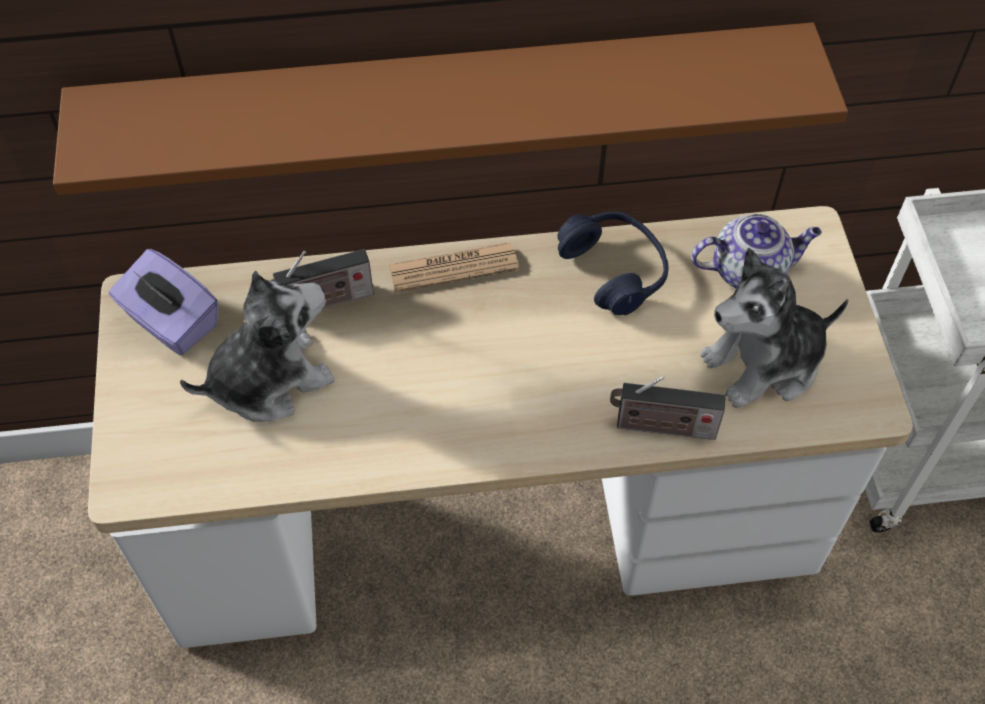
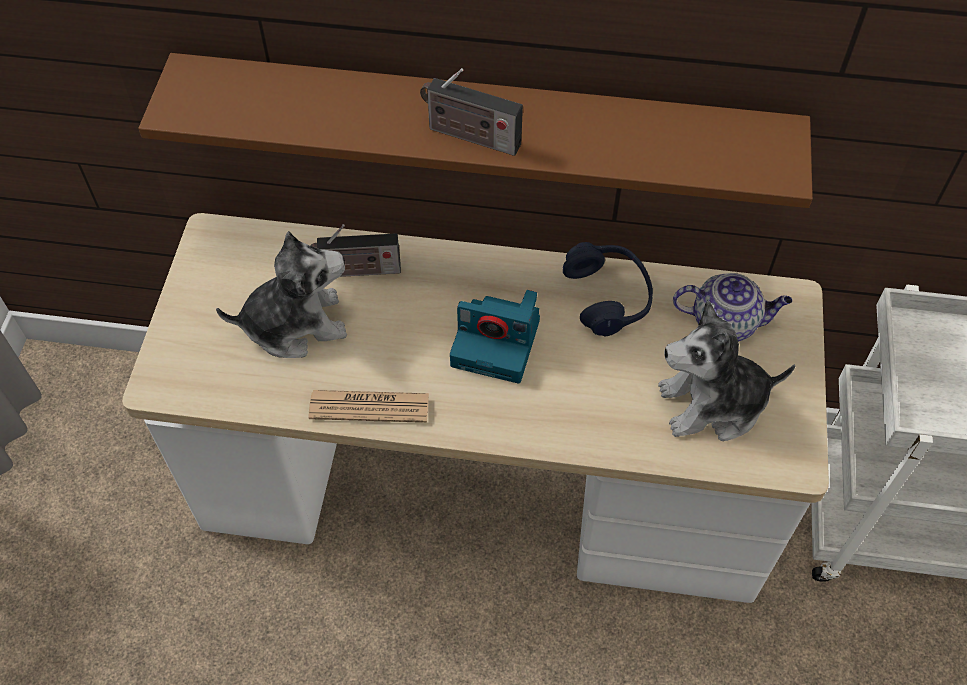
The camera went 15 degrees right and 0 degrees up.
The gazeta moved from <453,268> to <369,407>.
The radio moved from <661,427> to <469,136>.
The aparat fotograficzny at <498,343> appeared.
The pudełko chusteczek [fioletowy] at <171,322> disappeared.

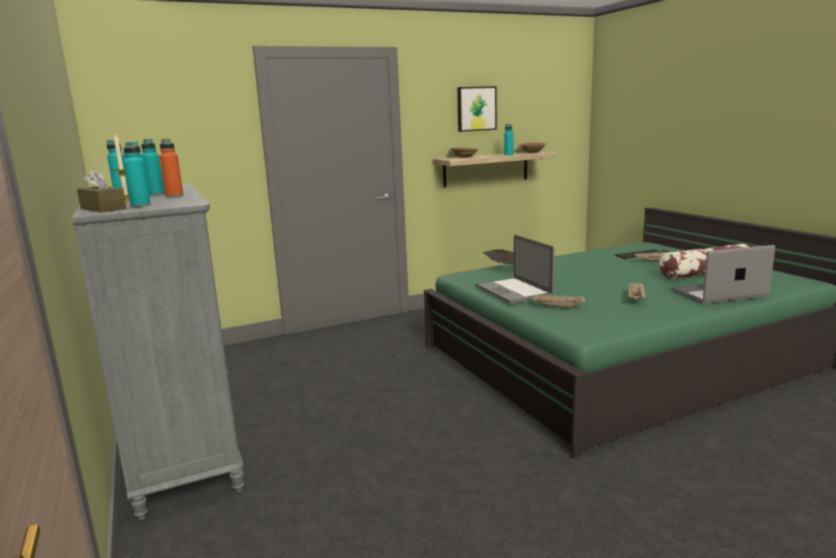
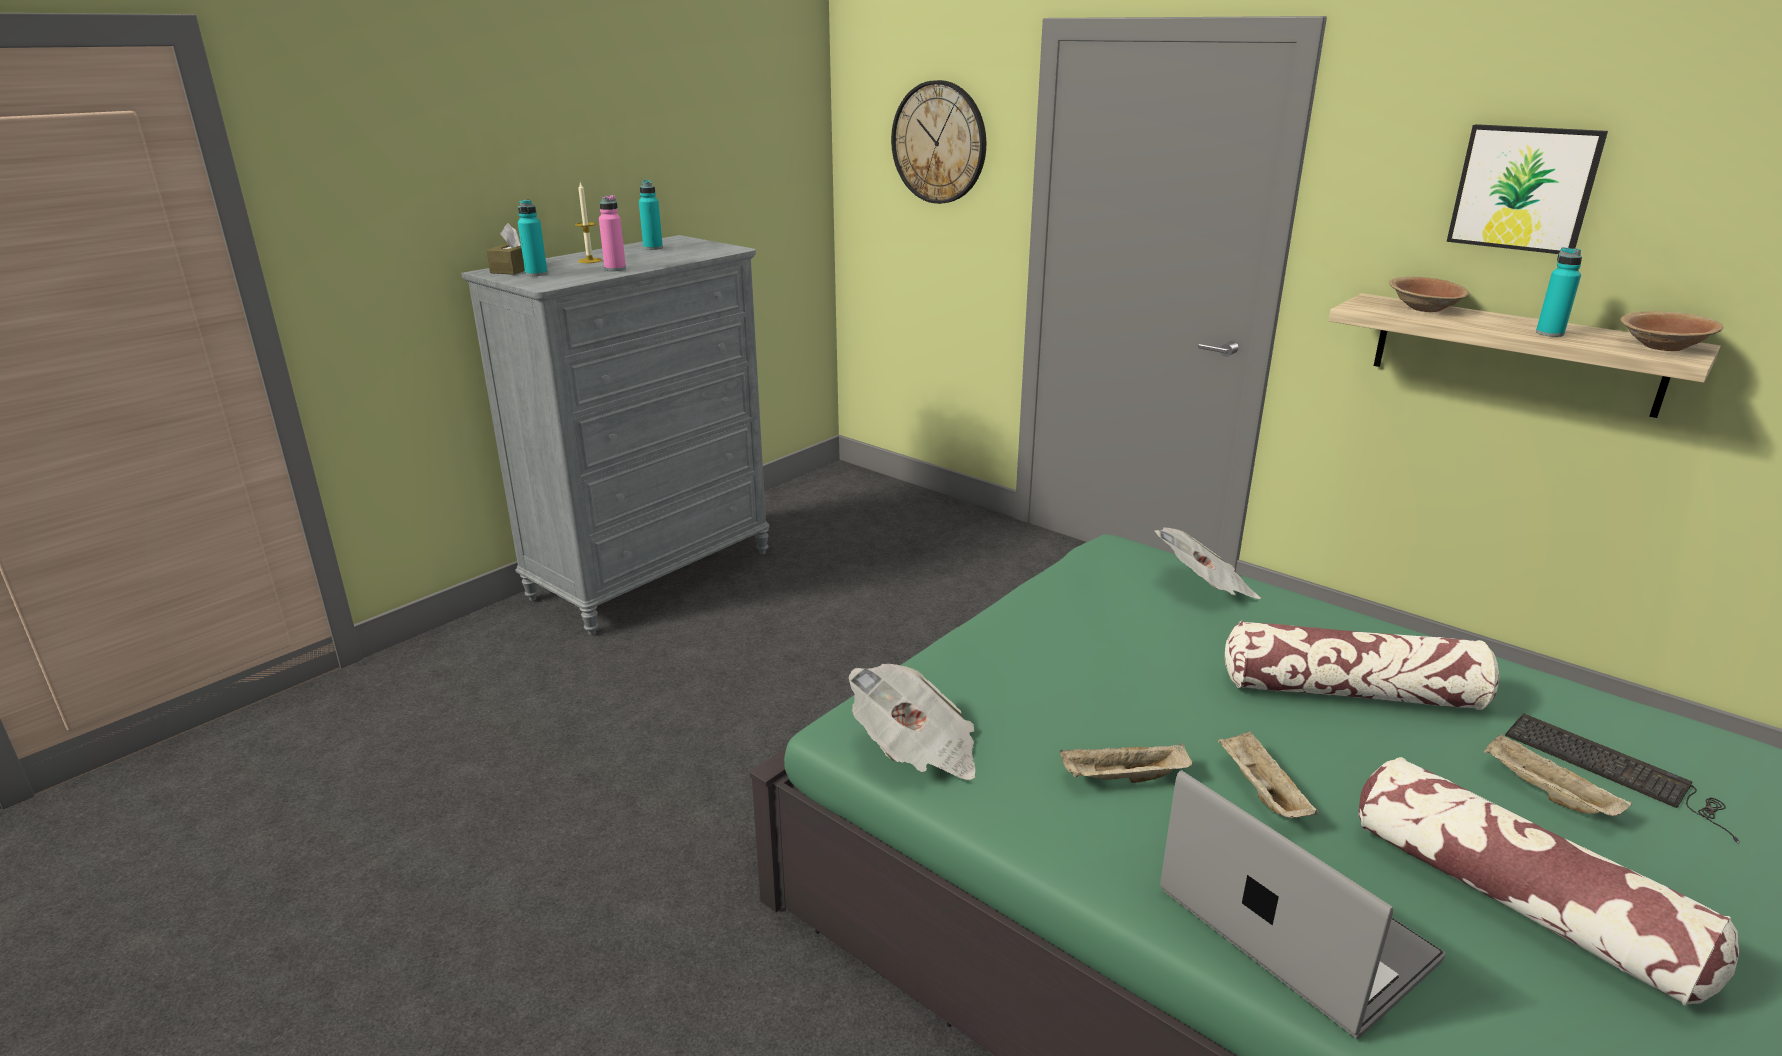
The camera went 65 degrees right and 10 degrees up.
The butelka [pomarańczowy] at <174,196> became the butelka [różowy] at <615,269>.
The gazeta at <916,751> appeared.
The zegar ścienny at <939,142> appeared.
The taca [beżowy] moved from <558,307> to <1260,791>.
The poduszka at <1352,692> appeared.
The butelka [turkusowy] at <156,194> disappeared.
The laptop at <513,291> disappeared.

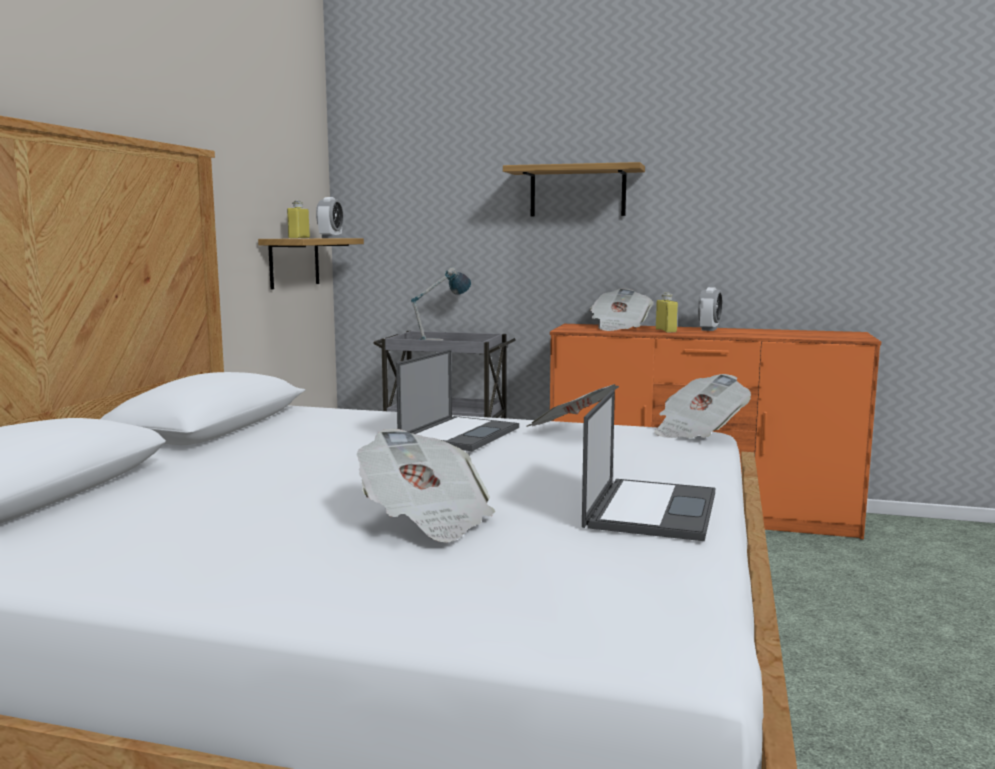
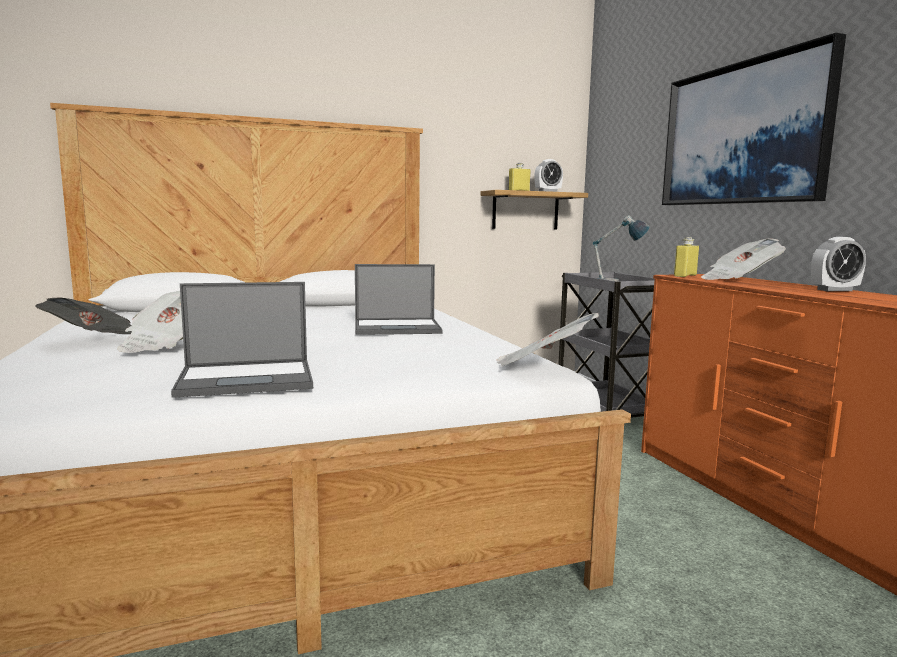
The camera went 55 degrees right and 0 degrees up.
The gazeta moved from <571,431> to <95,341>.
The półka at <577,191> was replaced by the obraz at <742,134>.
The butelka [żółty] moved from <666,330> to <685,276>.

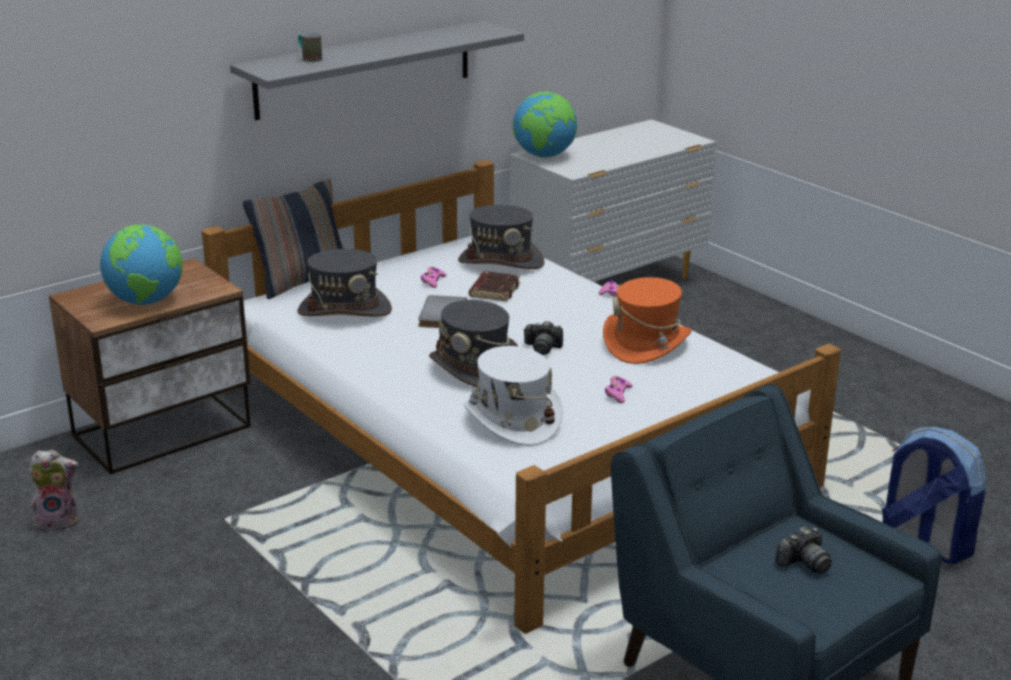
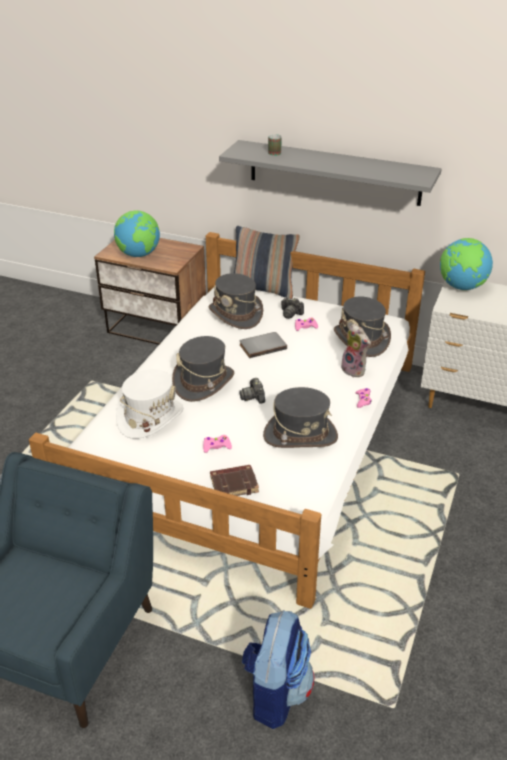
The camera went 60 degrees right and 10 degrees up.
The książka [brązowy] moved from <494,290> to <234,484>.
The kapelusz [pomarańczowy] at <646,343> became the kapelusz [szary] at <300,436>.
The aparat fotograficzny moved from <804,563> to <291,313>.
The pluszak moved from <59,521> to <355,370>.

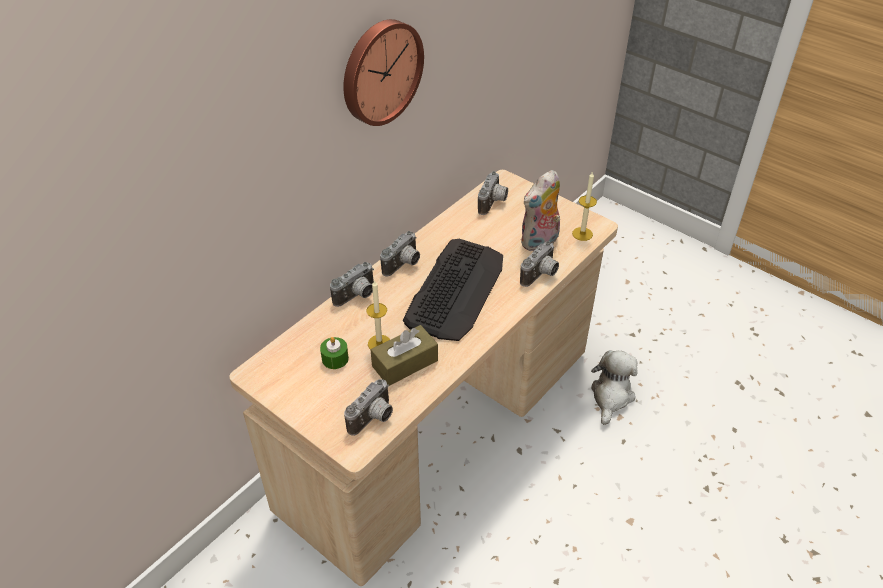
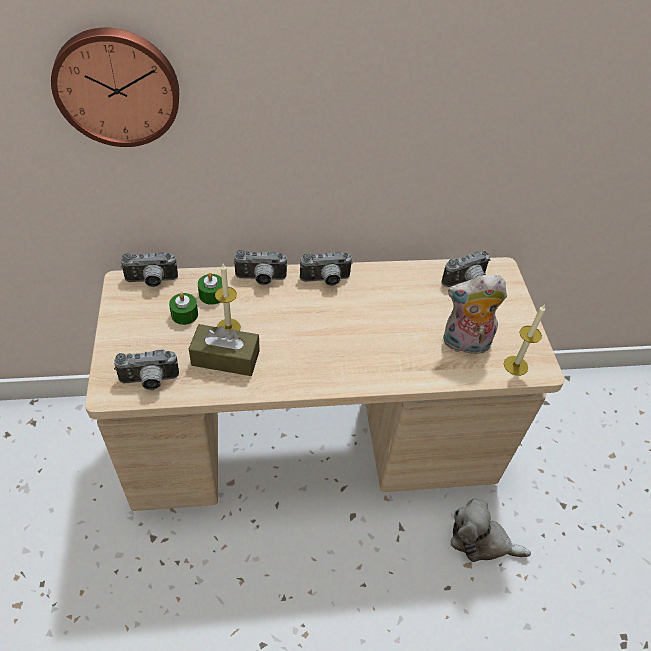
The camera went 40 degrees right and 5 degrees up.
The zegar ścienny moved from <380,71> to <117,86>.
The aparat fotograficzny moved from <541,275> to <151,282>.
The świeca [zielony] at <212,295> appeared.
The pluszak at <611,396> turned 135 degrees counterclockwise.
The klawiatura at <456,289> disappeared.

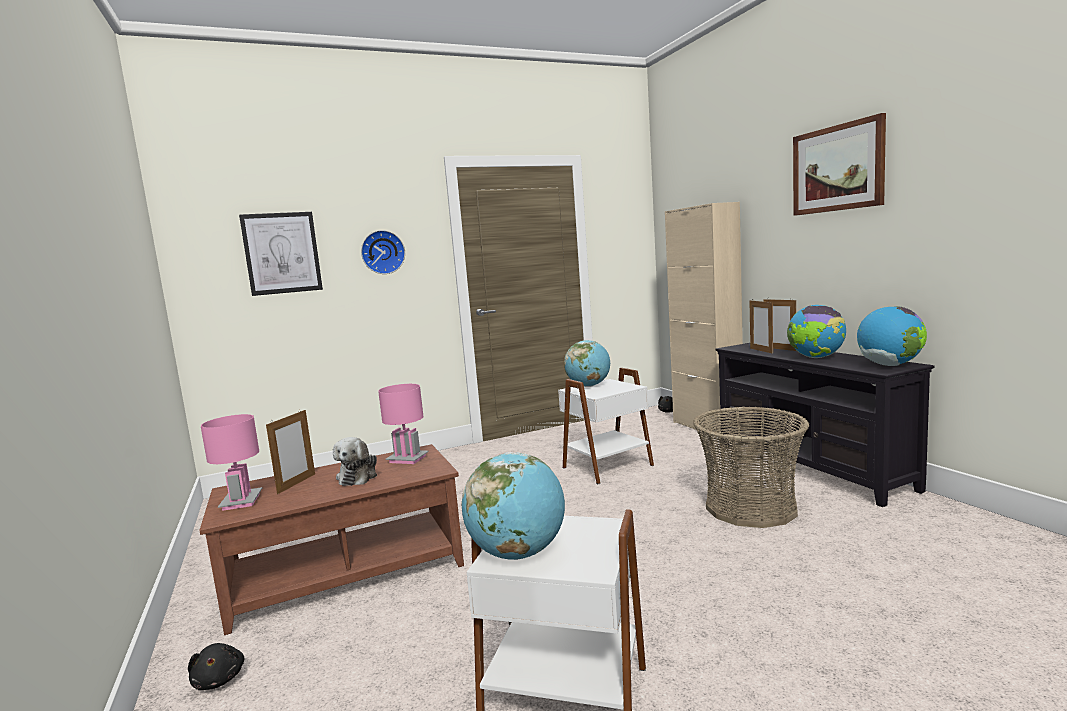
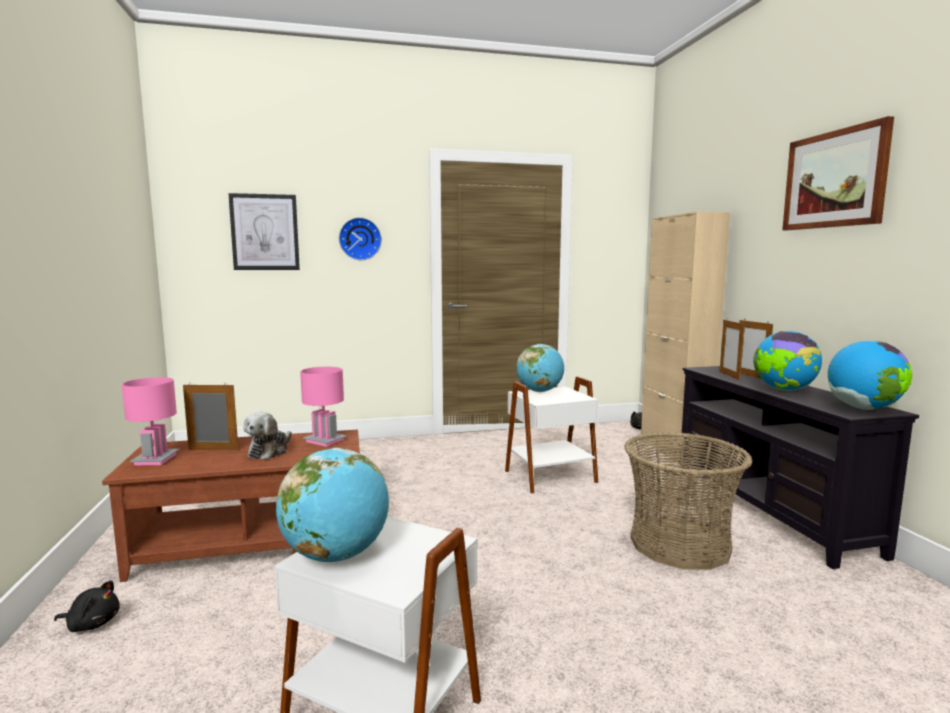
The camera went 10 degrees right and 0 degrees up.
The pluszak [czarny] at <219,679> turned 75 degrees counterclockwise.
The ramka na zdjęcie at <296,483> turned 120 degrees counterclockwise.

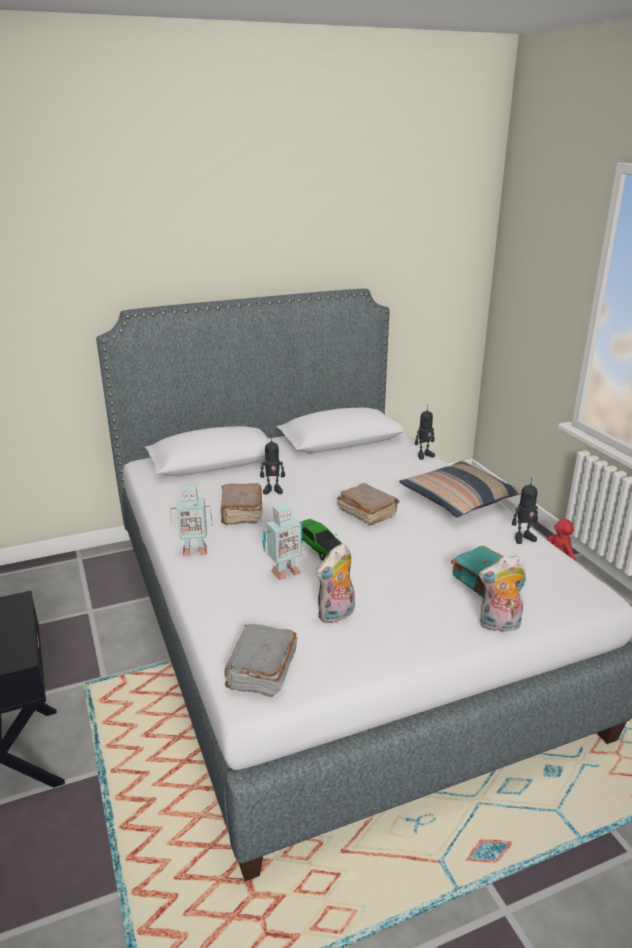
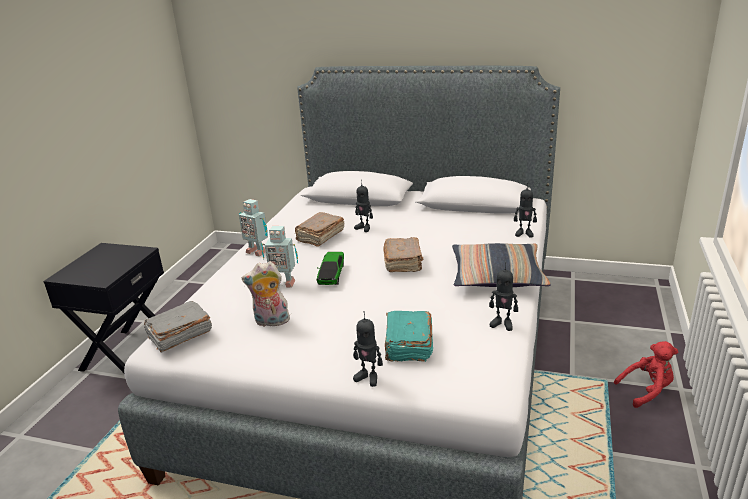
The camera went 40 degrees right and 0 degrees up.
The pluszak at <499,625> was replaced by the robot zabawkowy at <368,377>.

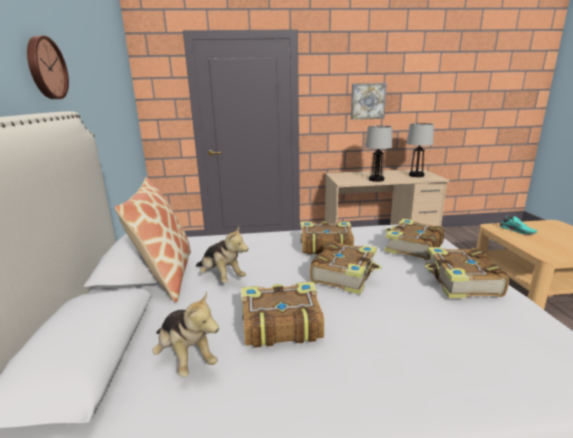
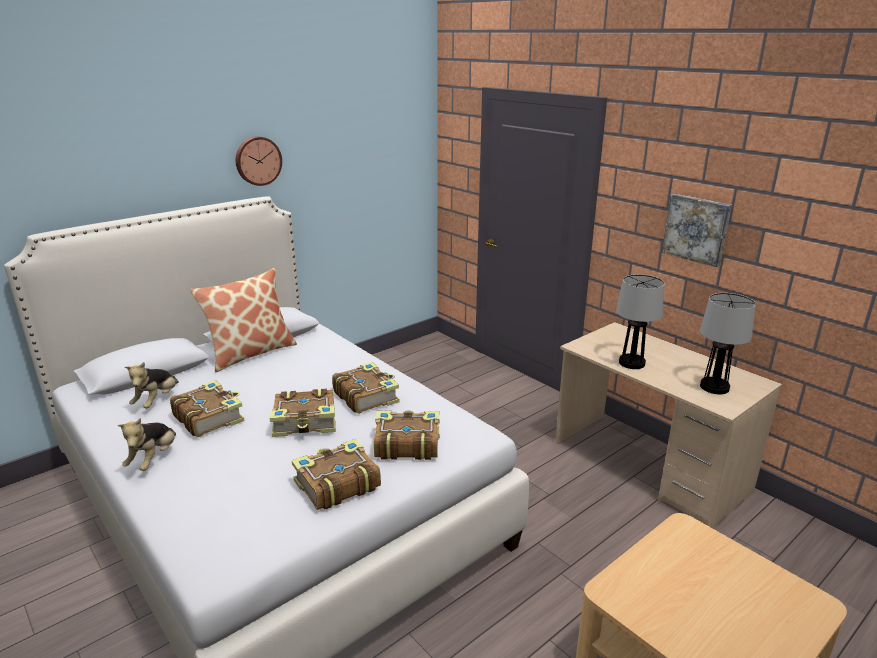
The camera went 55 degrees right and 5 degrees up.
The pluszak moved from <221,277> to <153,459>.
The but [turkusowy] at <517,231> disappeared.

